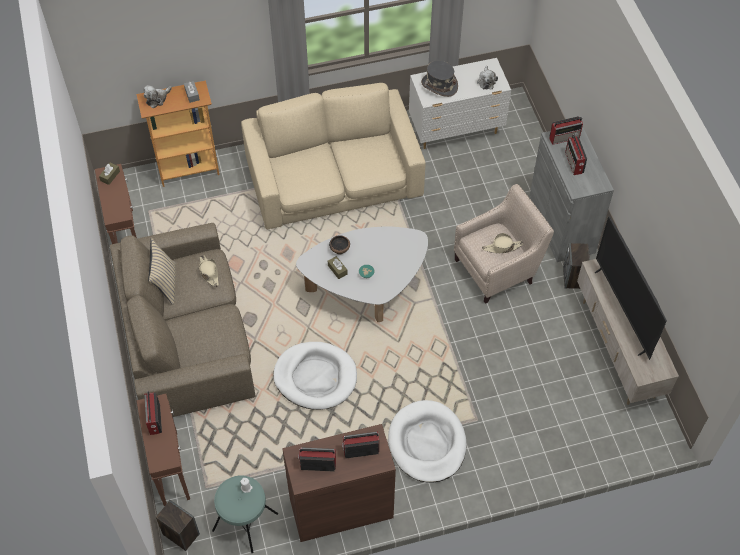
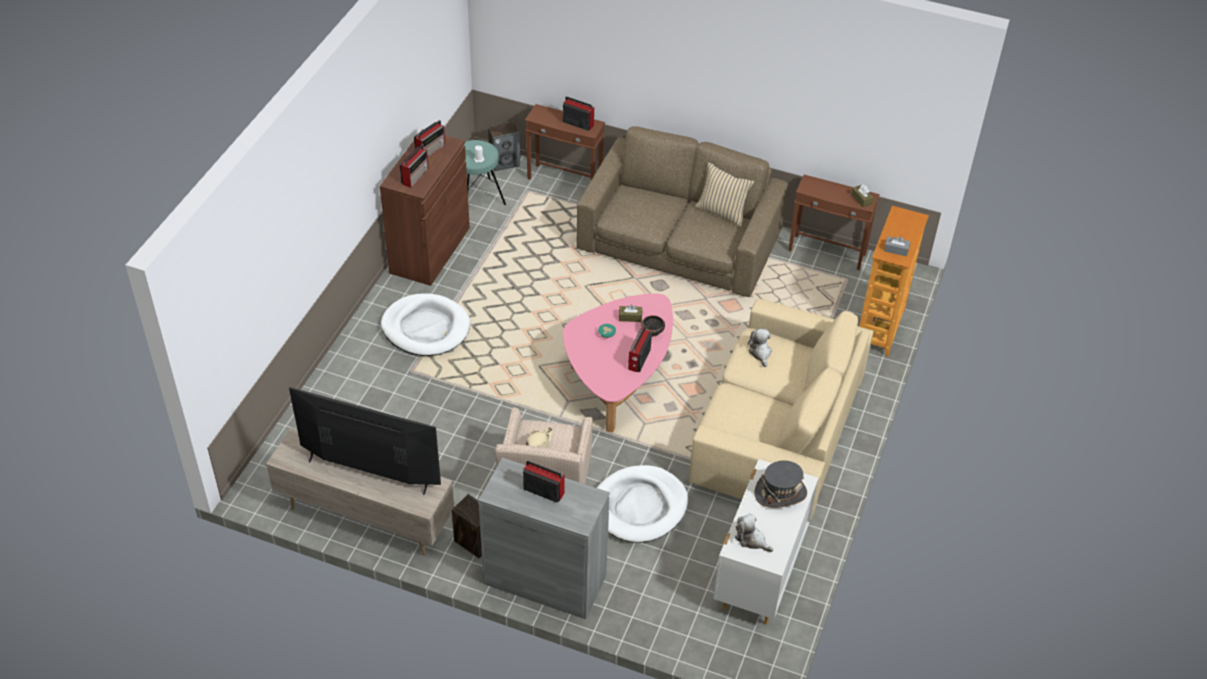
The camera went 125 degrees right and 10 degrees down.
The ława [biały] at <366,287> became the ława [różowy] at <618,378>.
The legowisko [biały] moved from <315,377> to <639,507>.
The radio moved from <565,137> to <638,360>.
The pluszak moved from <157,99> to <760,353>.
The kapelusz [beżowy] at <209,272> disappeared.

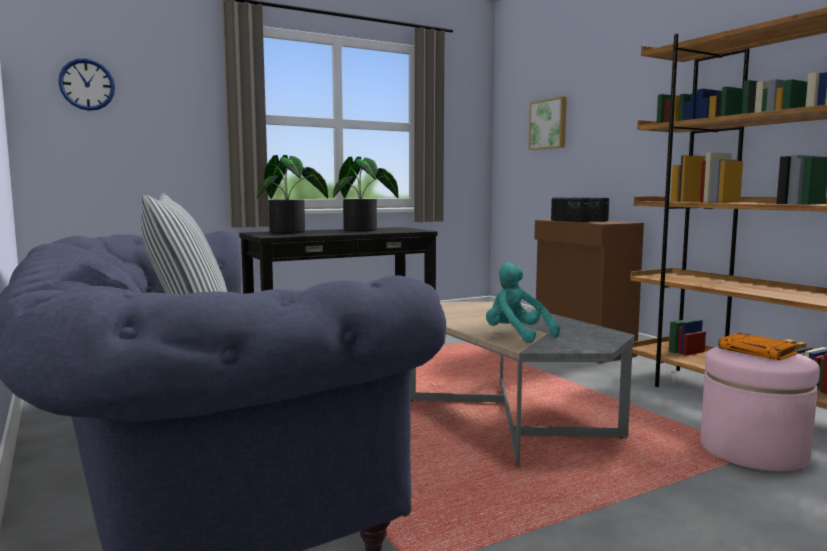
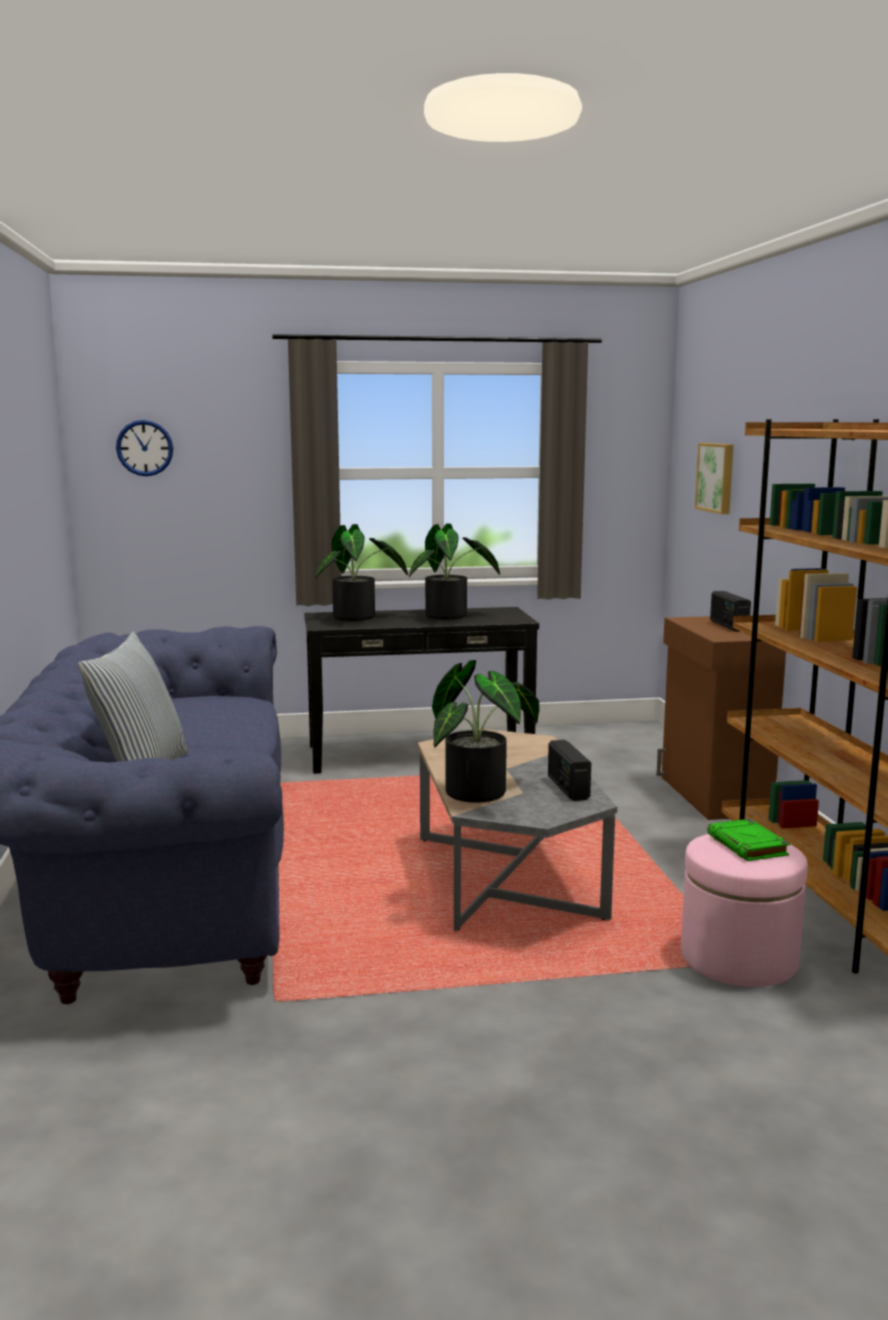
The camera went 20 degrees right and 5 degrees up.
The pluszak [turkusowy] at <516,336> was replaced by the roślina doniczkowa at <483,792>.
The radio moved from <569,221> to <567,788>.
The książka [pomarańczowy] at <758,351> became the książka [zielony] at <748,846>.

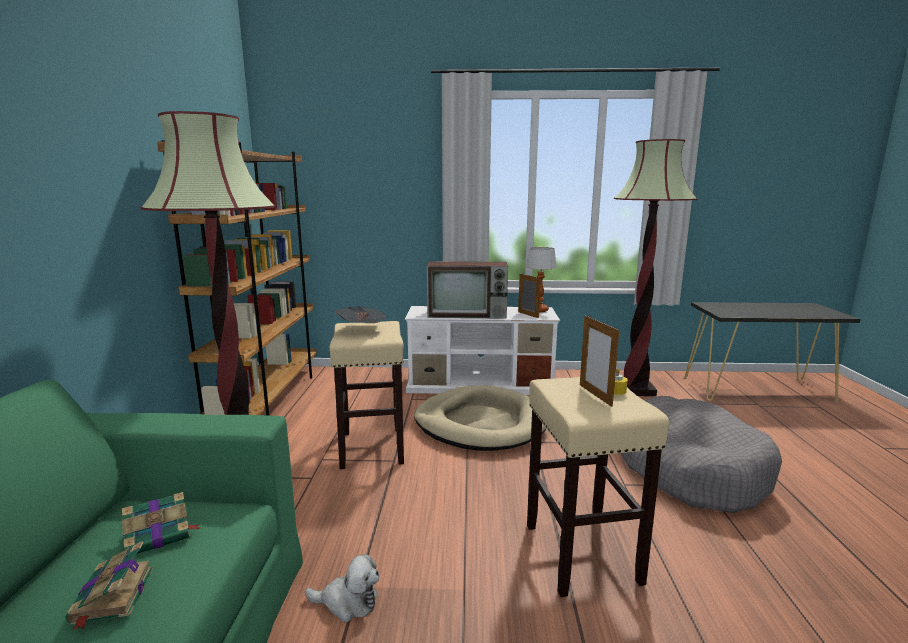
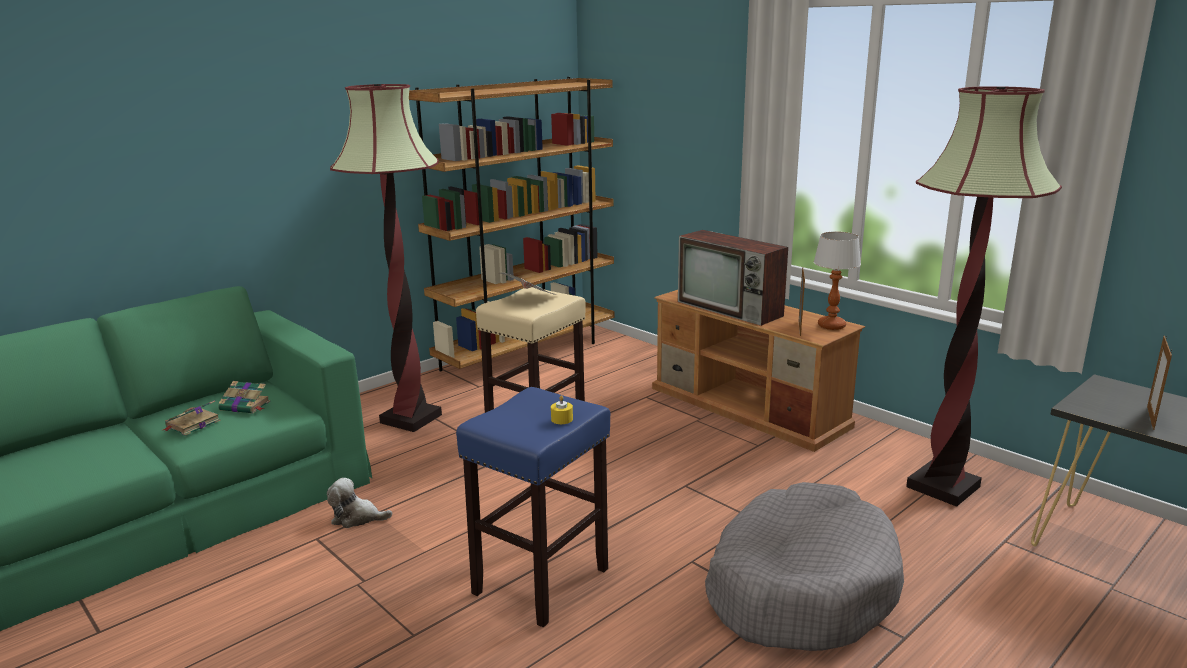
The camera went 45 degrees right and 5 degrees up.
The pluszak at <348,602> turned 135 degrees clockwise.
The stołek [beżowy] at <580,552> became the stołek [niebieski] at <542,580>.
The szafka pod telewizor [biały] at <481,384> became the szafka pod telewizor [brązowy] at <749,407>.
The ramka na zdjęcie moved from <595,395> to <1150,418>.
The legowisko [beżowy] at <480,423> disappeared.

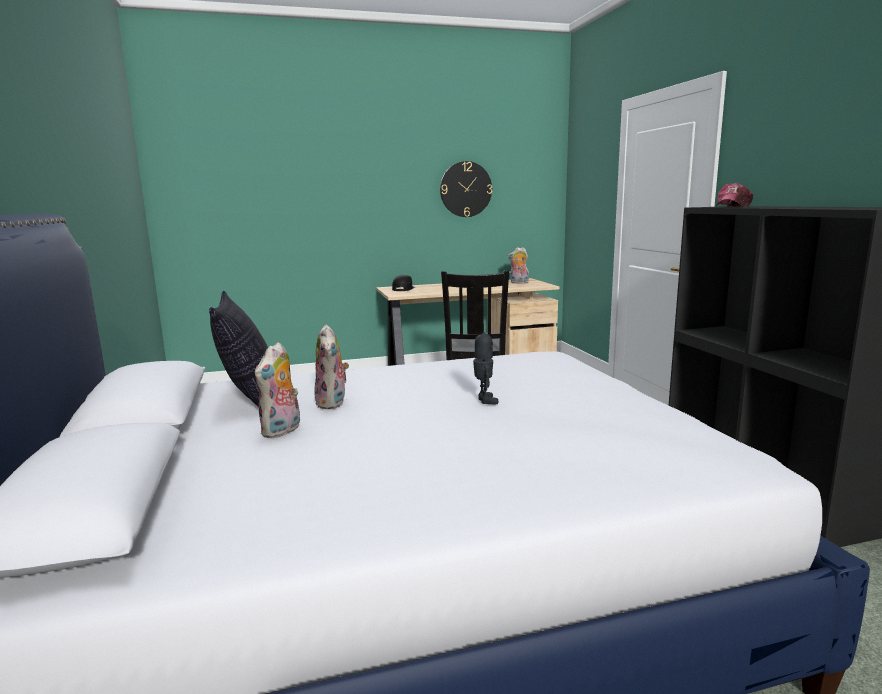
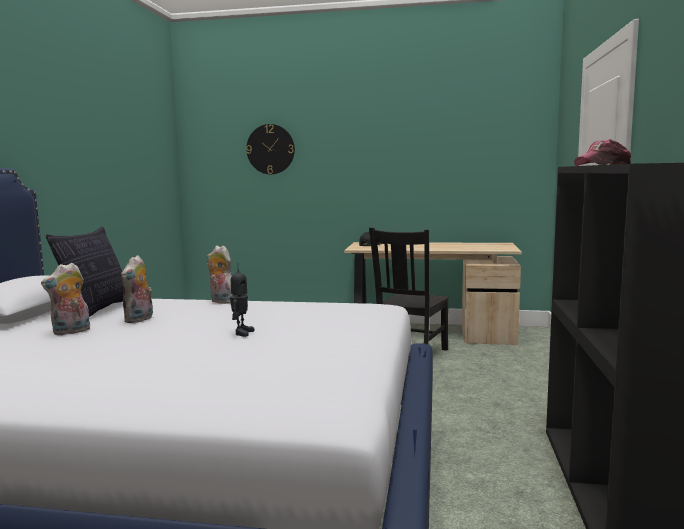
The camera went 25 degrees right and 5 degrees down.
The pluszak moved from <518,283> to <221,301>.
The zegar ścienny moved from <465,189> to <270,149>.

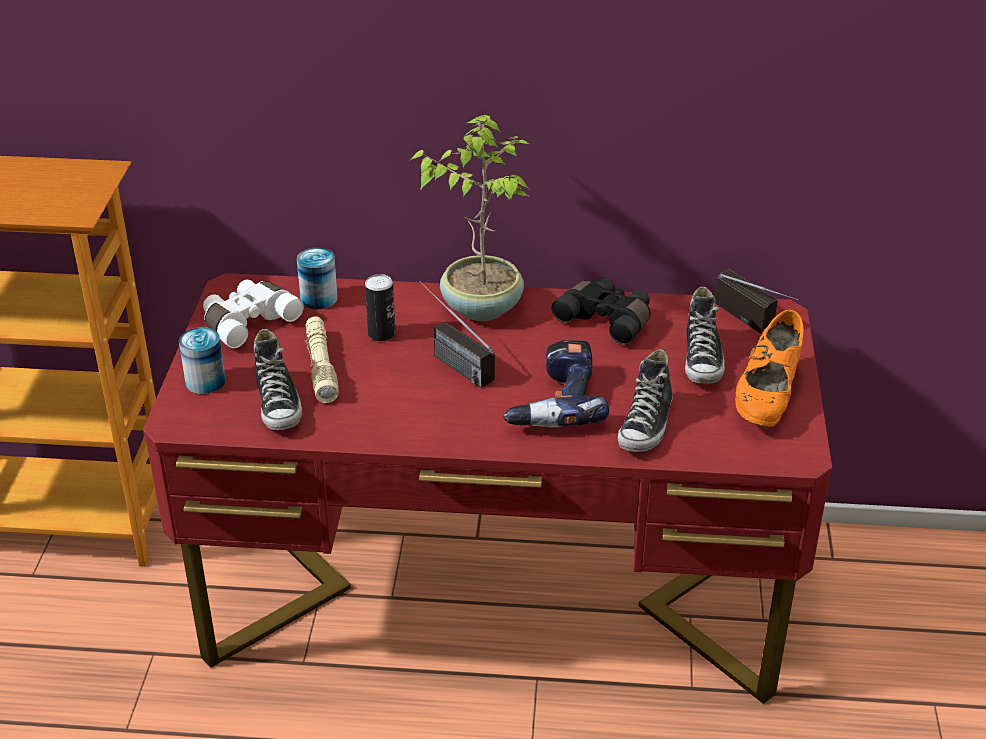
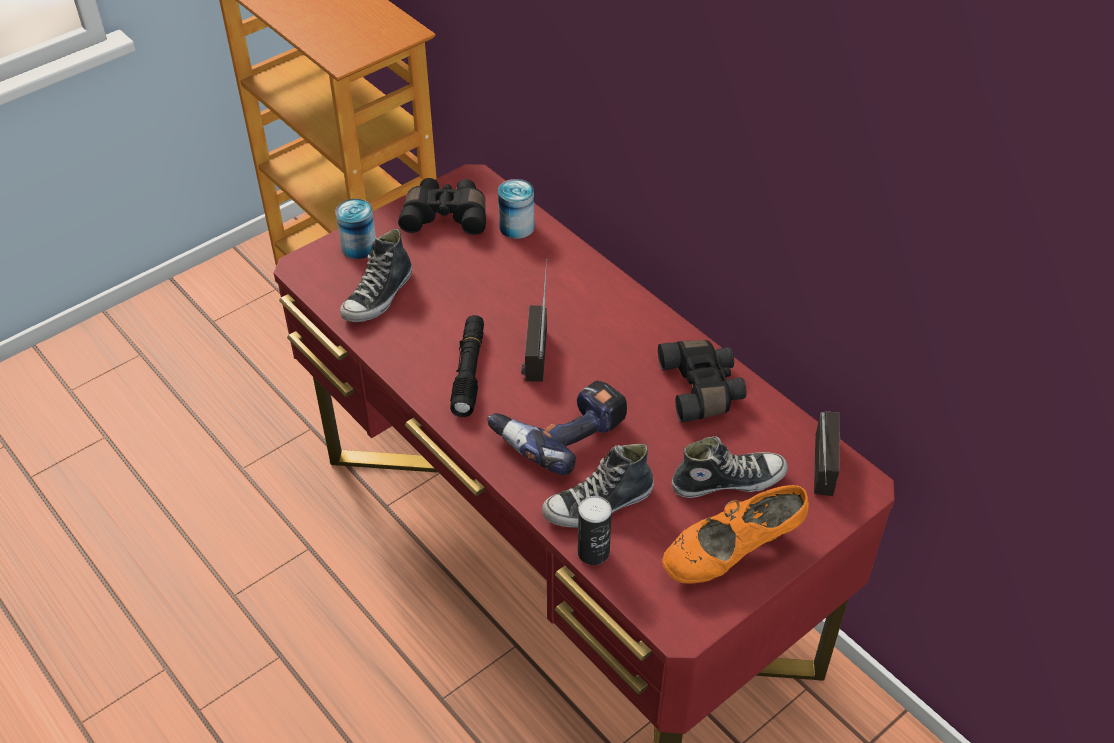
The camera went 45 degrees right and 10 degrees up.
The lornetka [biały] at <248,322> became the lornetka [czarny] at <446,216>.
The latarka [czarny] at <469,372> appeared.
The puszka moved from <381,334> to <593,552>.
The but at <702,360> turned 150 degrees counterclockwise.
The latarka [beżowy] at <321,367> disappeared.
The roślina doniczkowa at <481,306> disappeared.

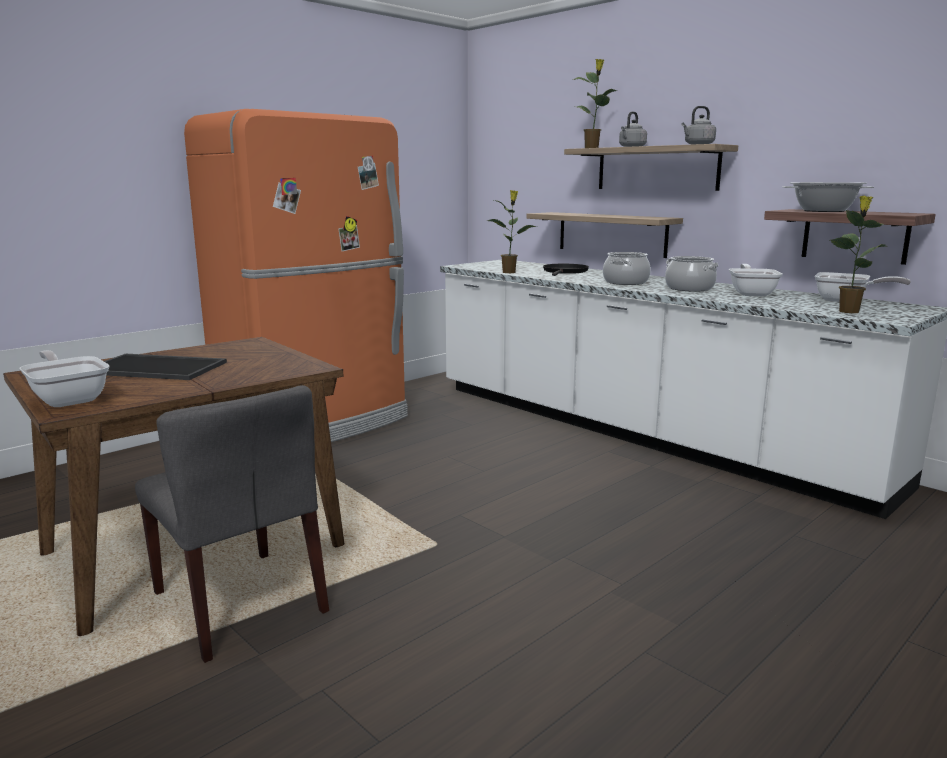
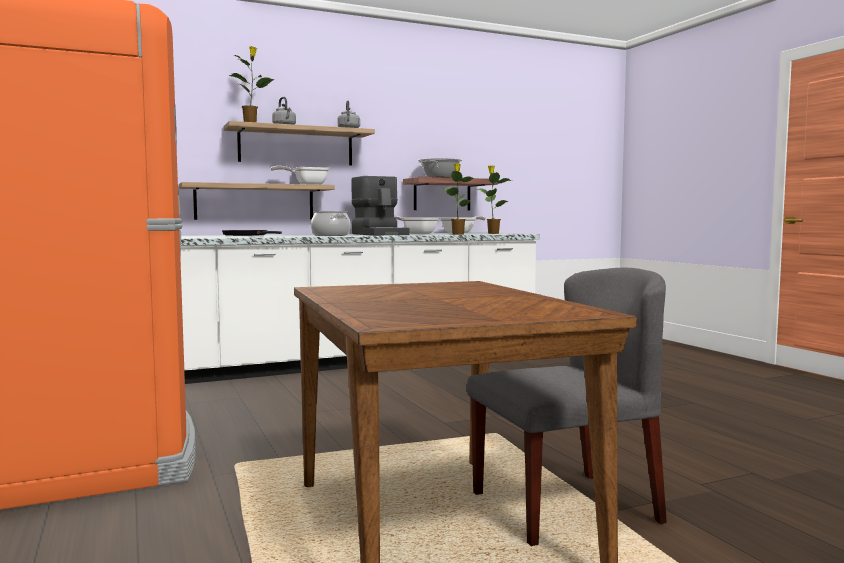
The camera went 70 degrees left and 10 degrees down.
The patelnia moved from <68,399> to <307,185>.
The garnek at <689,288> was replaced by the ekspres do kawy at <380,234>.
The roślina doniczkowa moved from <509,272> to <457,234>.
The taca at <158,367> disappeared.

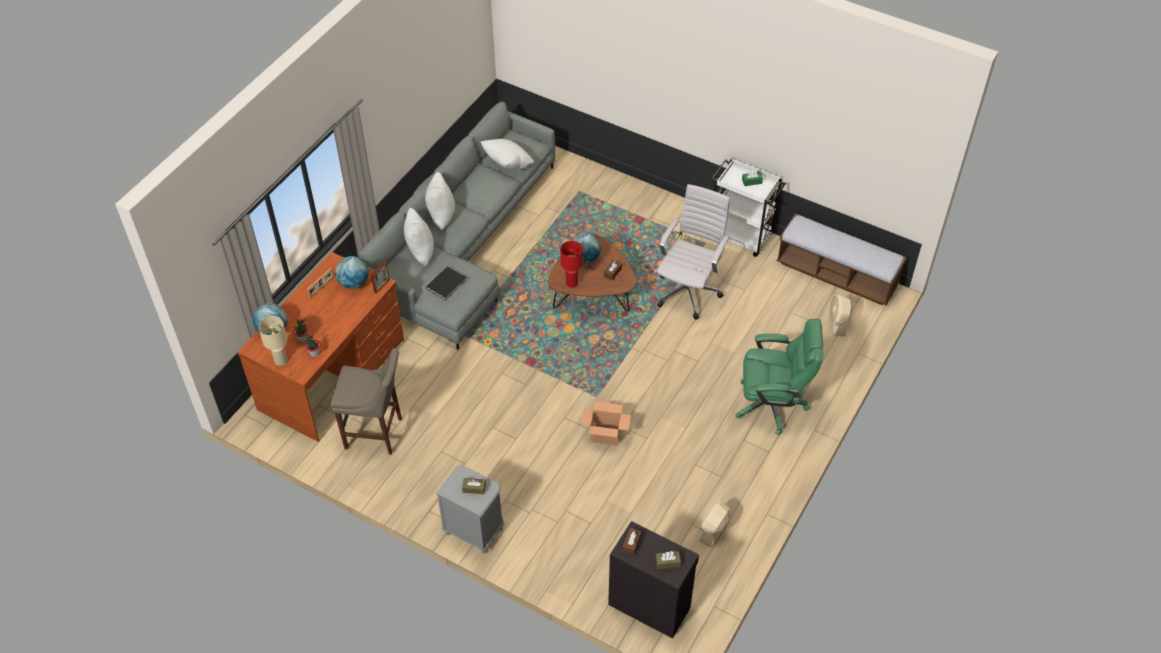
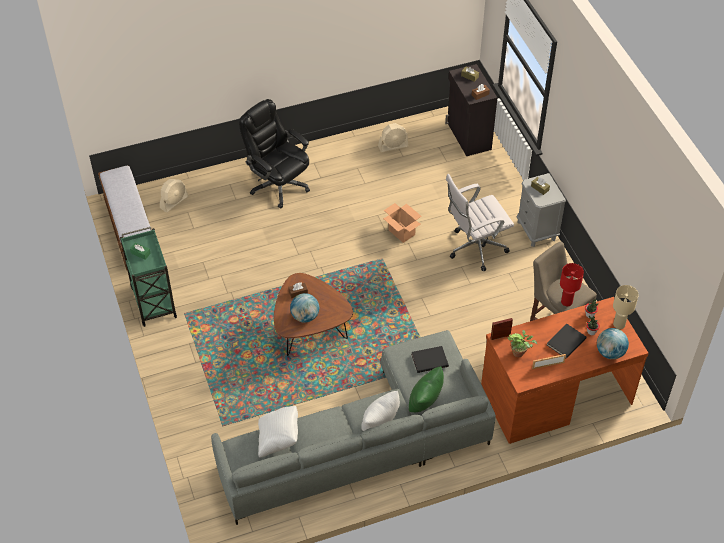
The camera went 140 degrees left and 0 degrees up.
The wózek [biały] at <741,236> became the wózek [zielony] at <153,301>.
The krzesło biurowe [zielony] at <772,404> became the krzesło biurowe [czarny] at <278,184>.
The poduszka [biały] at <419,253> became the poduszka [zielony] at <426,404>.
The krzesło biurowe [biały] moved from <689,291> to <474,249>.
The globus at <354,283> was replaced by the roślina doniczkowa at <520,353>.
The książka [czarny] at <565,341> appeared.
The lampa stołowa [czerwony] moved from <572,283> to <566,302>.

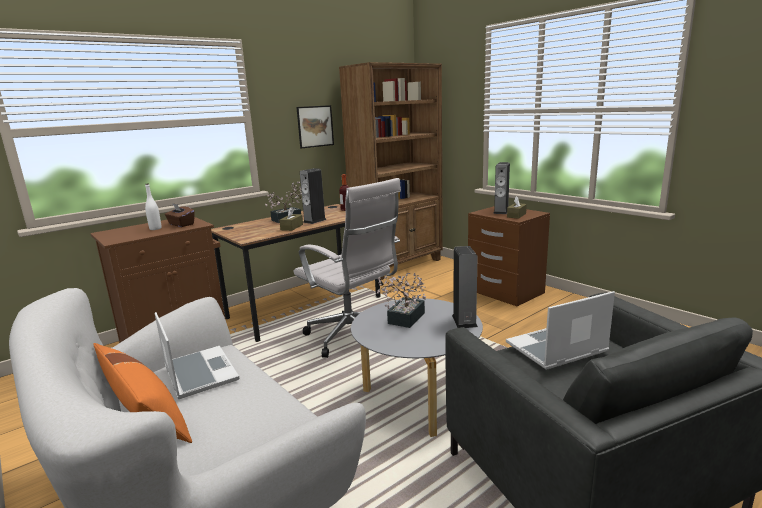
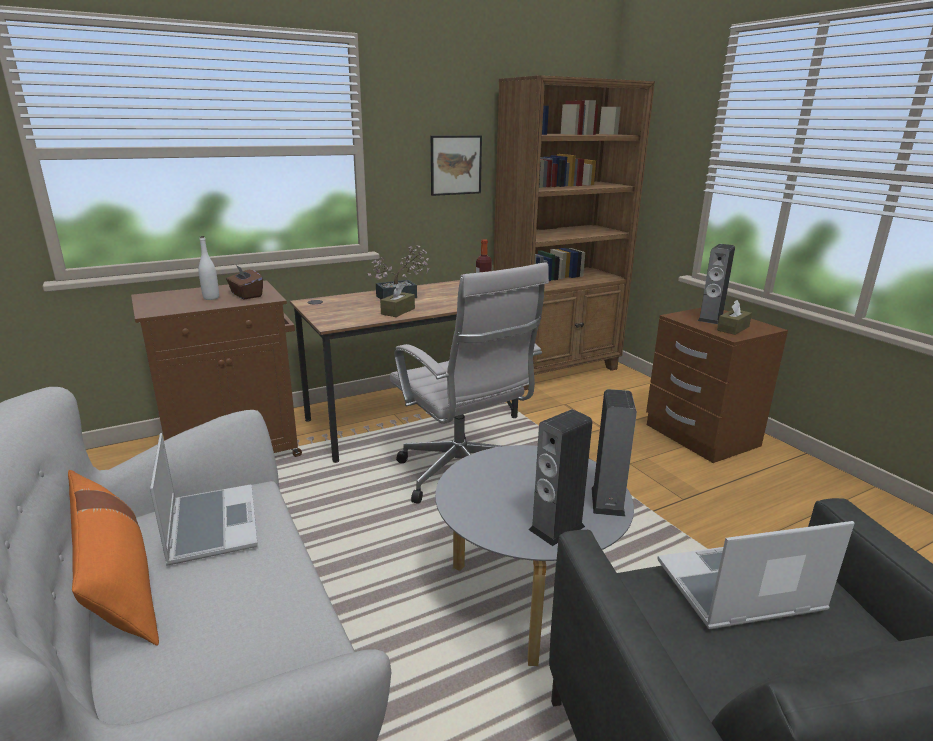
The camera went 10 degrees right and 5 degrees up.
The głośnik moved from <314,221> to <556,528>.
The roślina doniczkowa at <403,320> disappeared.

